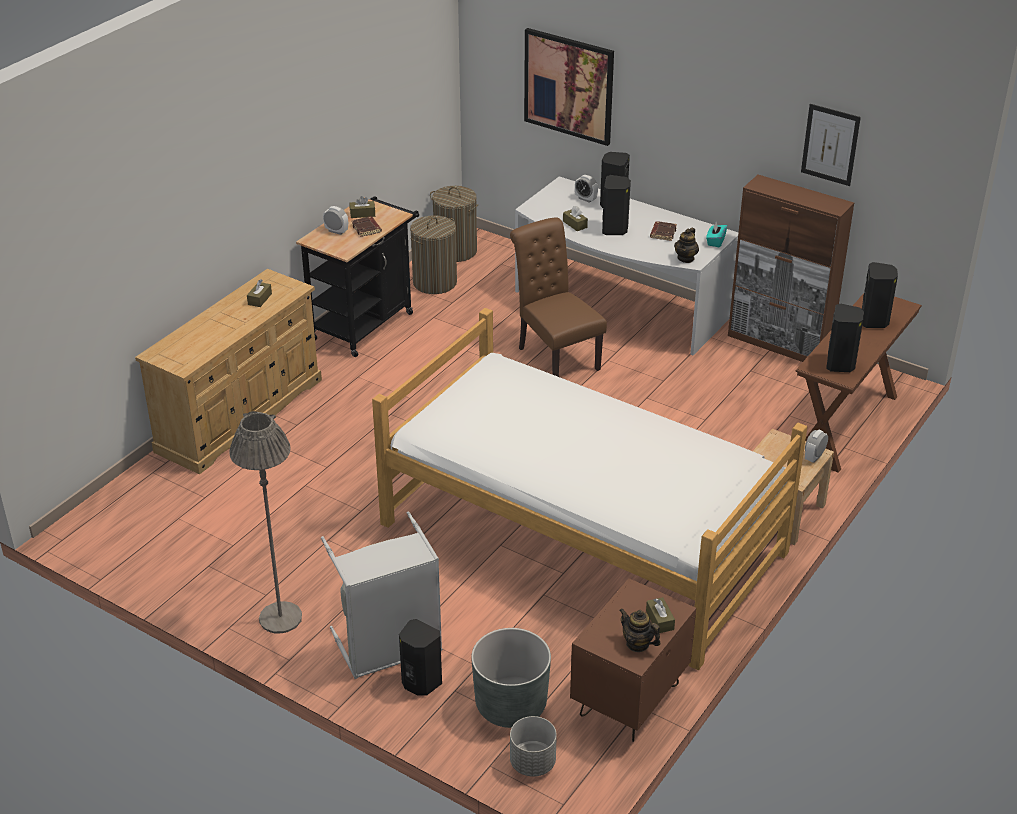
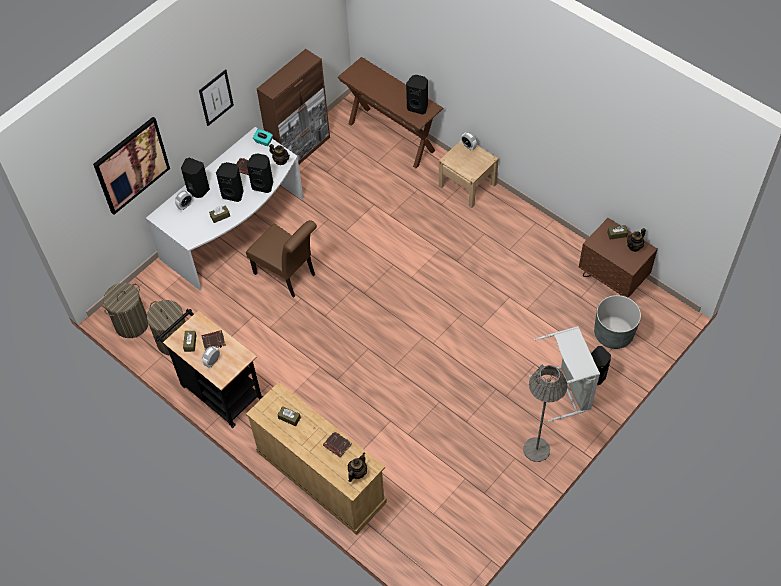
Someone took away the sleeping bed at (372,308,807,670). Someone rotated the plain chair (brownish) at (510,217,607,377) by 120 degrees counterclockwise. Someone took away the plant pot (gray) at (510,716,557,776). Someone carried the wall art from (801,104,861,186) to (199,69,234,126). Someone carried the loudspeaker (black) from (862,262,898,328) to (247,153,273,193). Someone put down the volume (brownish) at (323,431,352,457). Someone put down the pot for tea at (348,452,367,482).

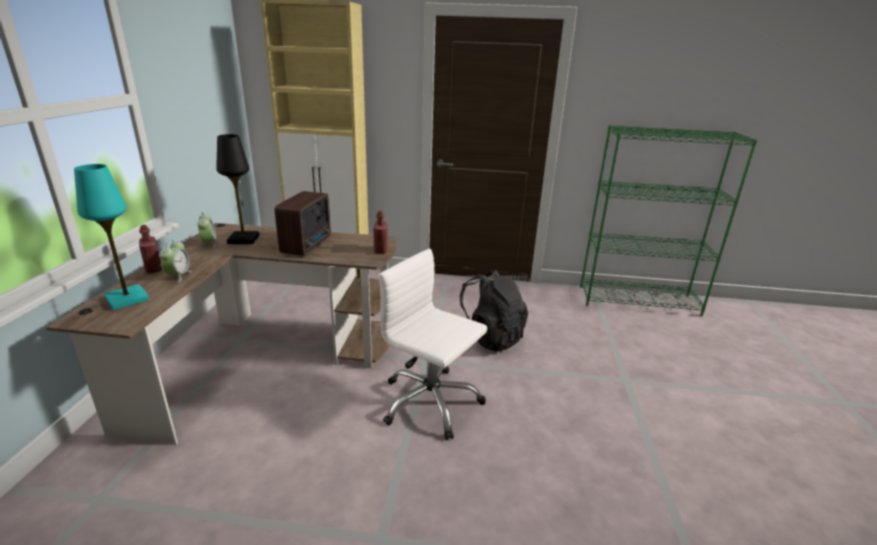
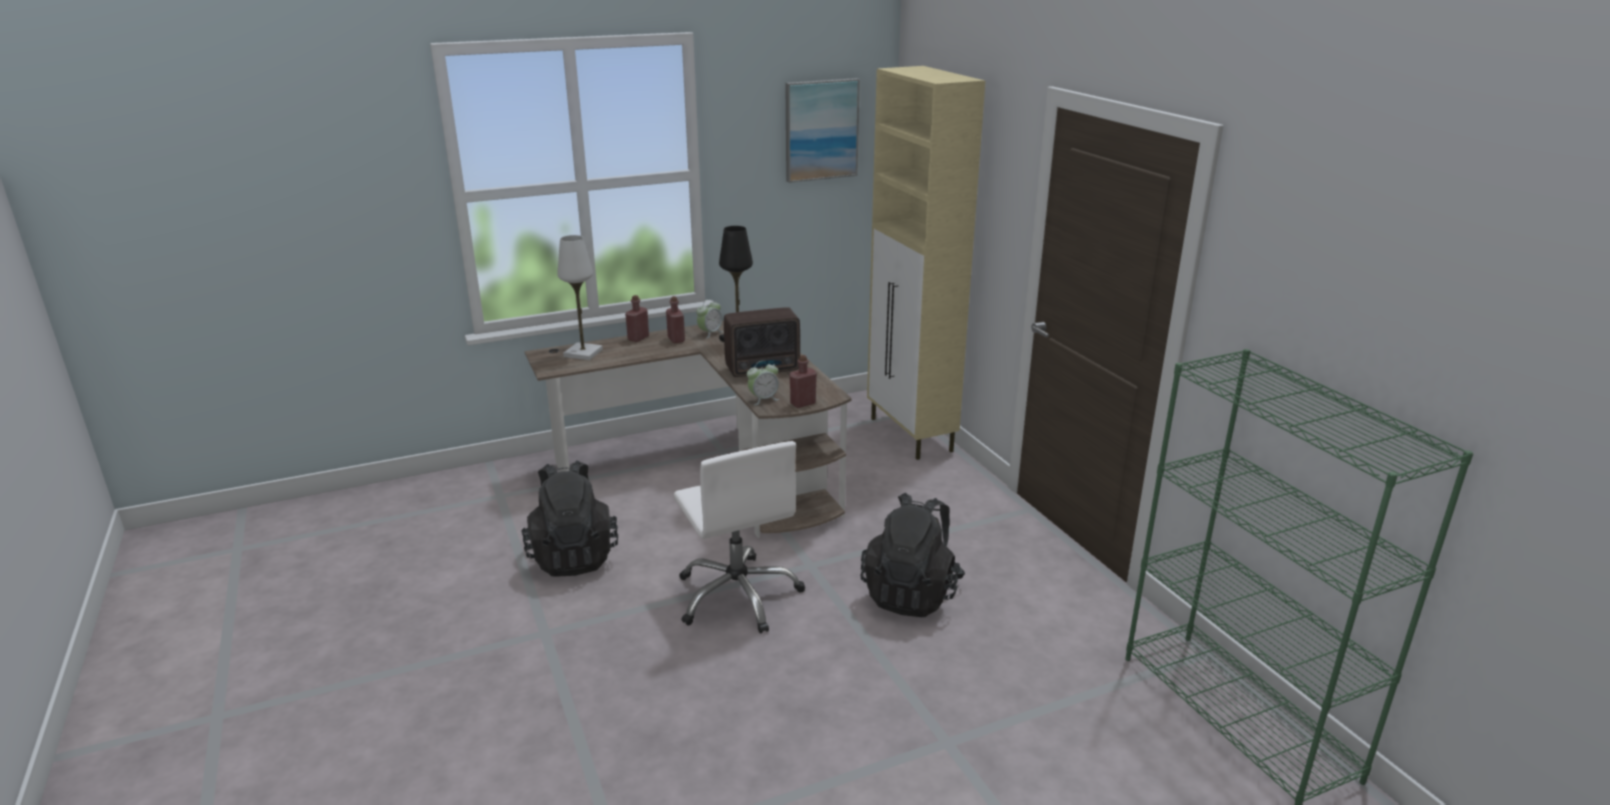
Someone repainted the lamp for a table (turquoise) at (74,164,149,310), which became the lamp for a table (whitish) at (557,235,603,360). Someone carried the table clock from (160,240,192,282) to (747,361,779,405). Someone rotated the office chair (whitish) at (379,249,487,440) by 150 degrees clockwise. Someone put down the rucksack (black) at (522,460,618,577). Someone put down the beverage bottle (reddish) at (666,296,685,343). Someone put up the wall art at (786,78,860,183).

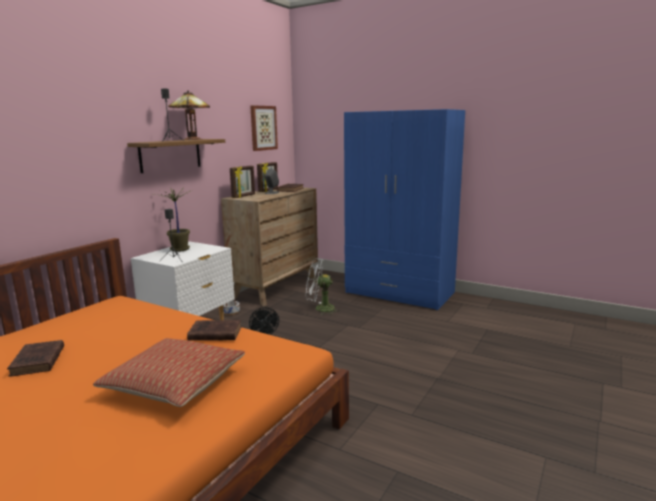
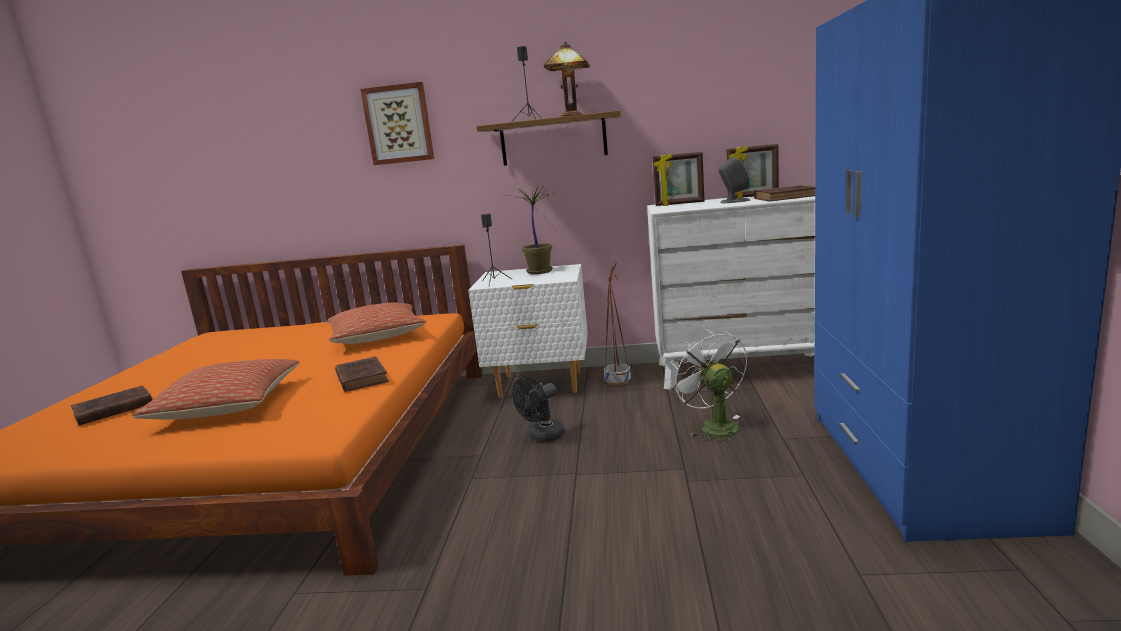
Someone carried the volume (brownish) from (7,340,64,377) to (71,386,152,425). Someone repainted the dresser (brownish) at (221,187,318,306), which became the dresser (whitish) at (647,196,815,390). Someone carried the wall art from (250,105,278,151) to (360,82,434,165). Someone put down the cushion at (327,302,426,344).

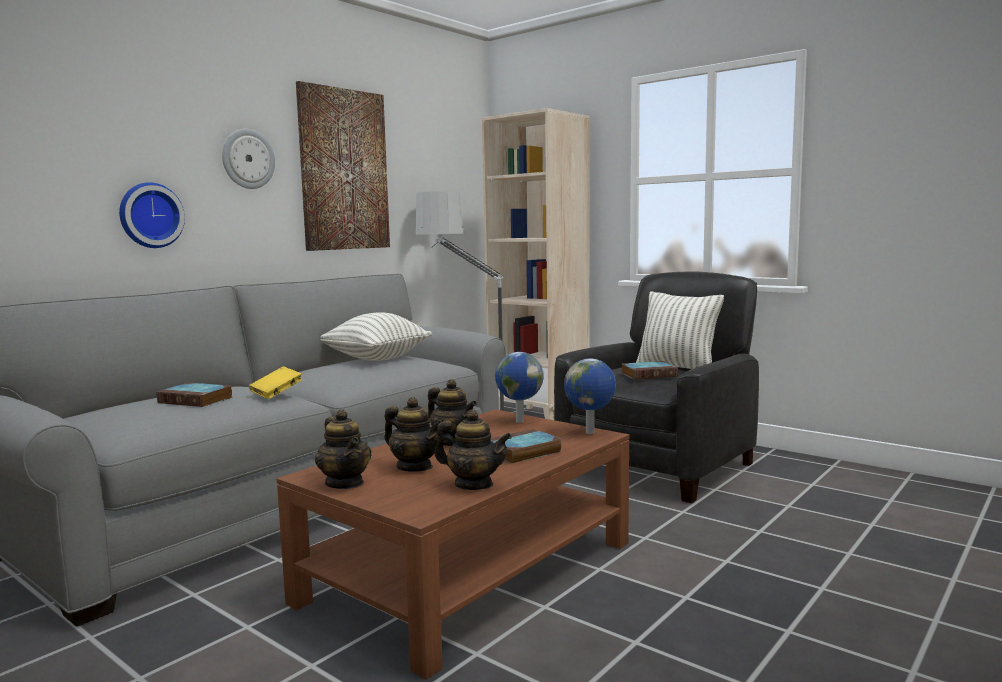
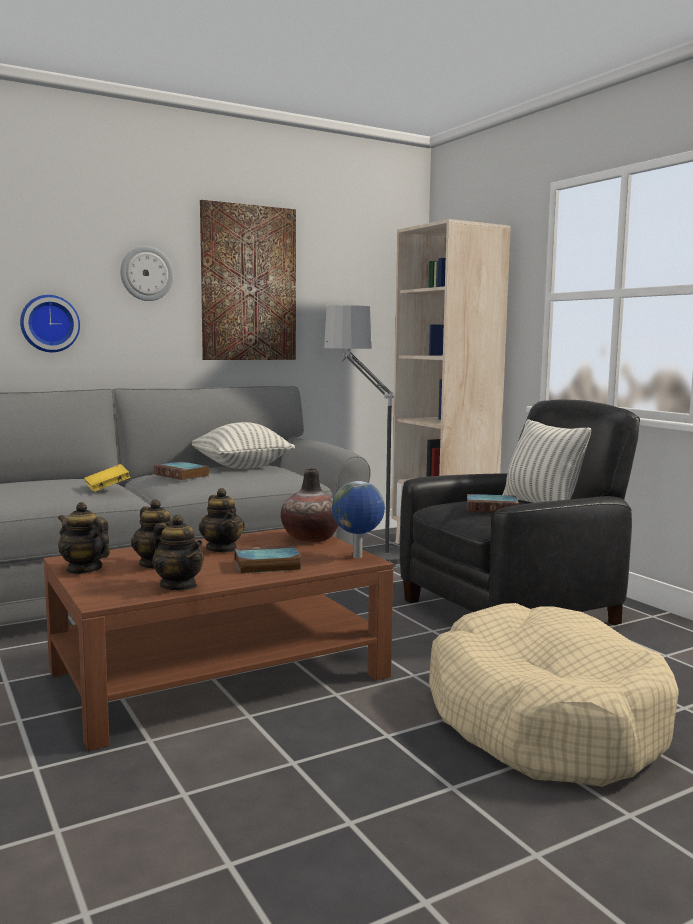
Someone carried the volume from (156,383,233,407) to (154,461,209,480). Someone rotated the pot for tea at (315,409,372,489) by 135 degrees clockwise. Someone swapped the desk globe at (495,352,544,423) for the decorative vase at (281,468,339,542). Someone put down the pet bed (beige-coloured) at (429,603,678,787).

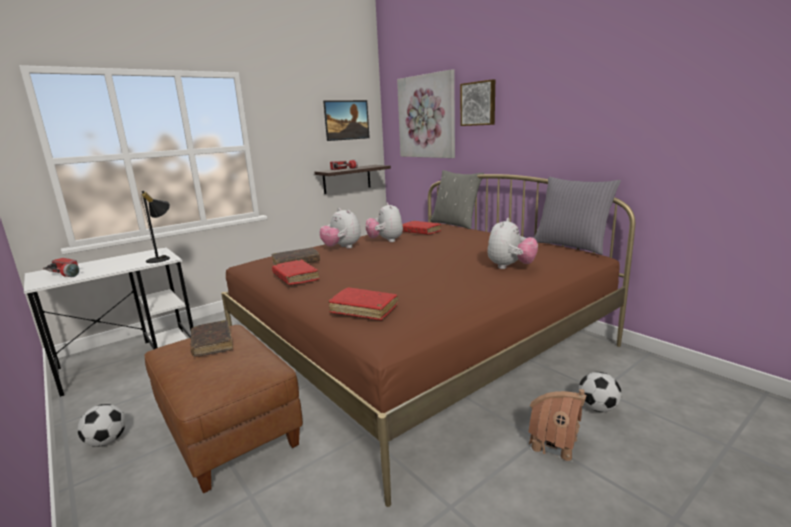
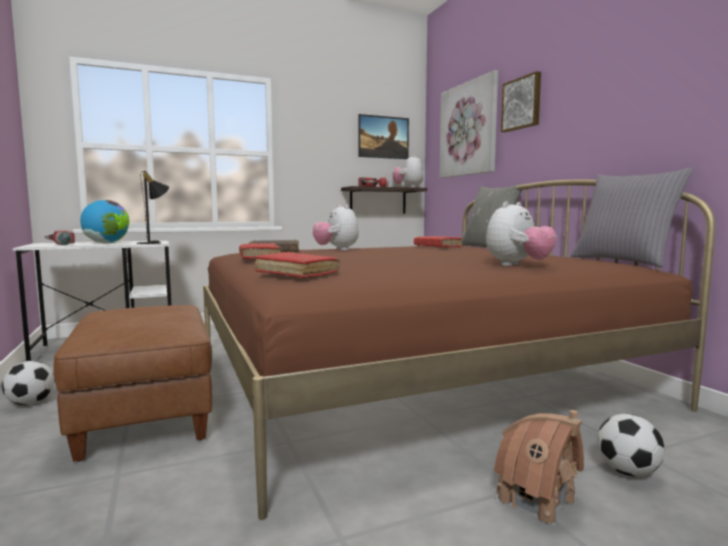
Someone took away the volume (brownish) at (190,320,233,357). Someone carried the plush toy from (366,202,403,242) to (393,155,424,188). Someone put down the desk globe at (80,200,130,244).

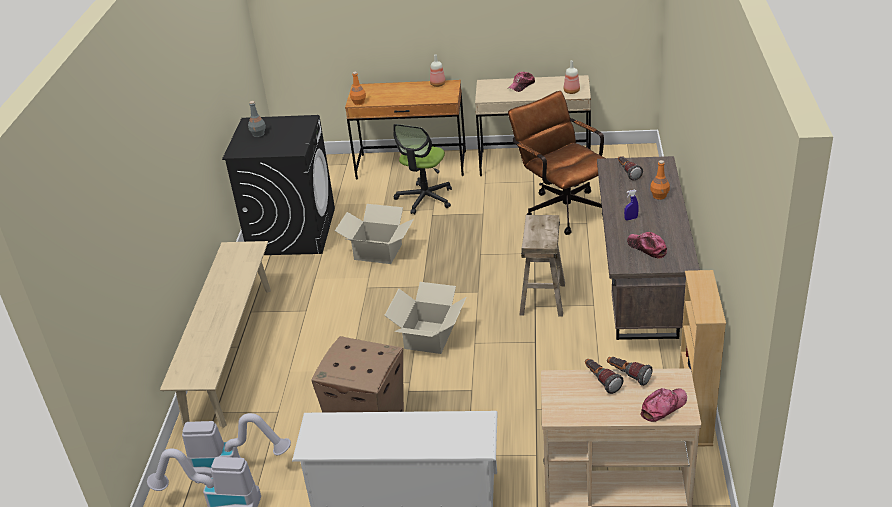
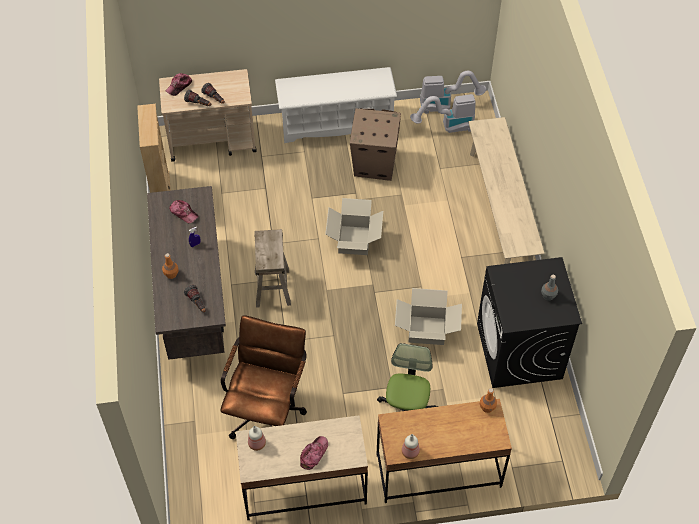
Someone rotated the office chair (brownish) at (508,91,604,235) by 120 degrees counterclockwise.

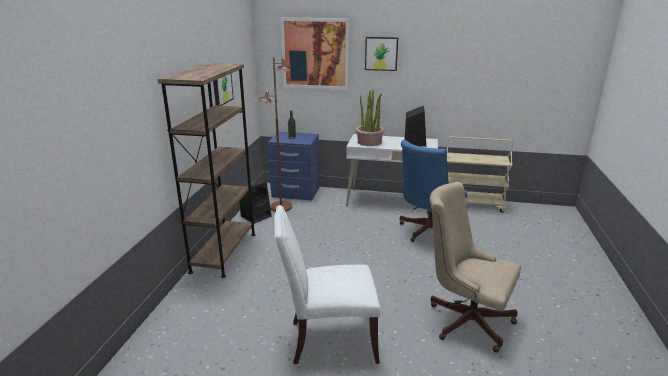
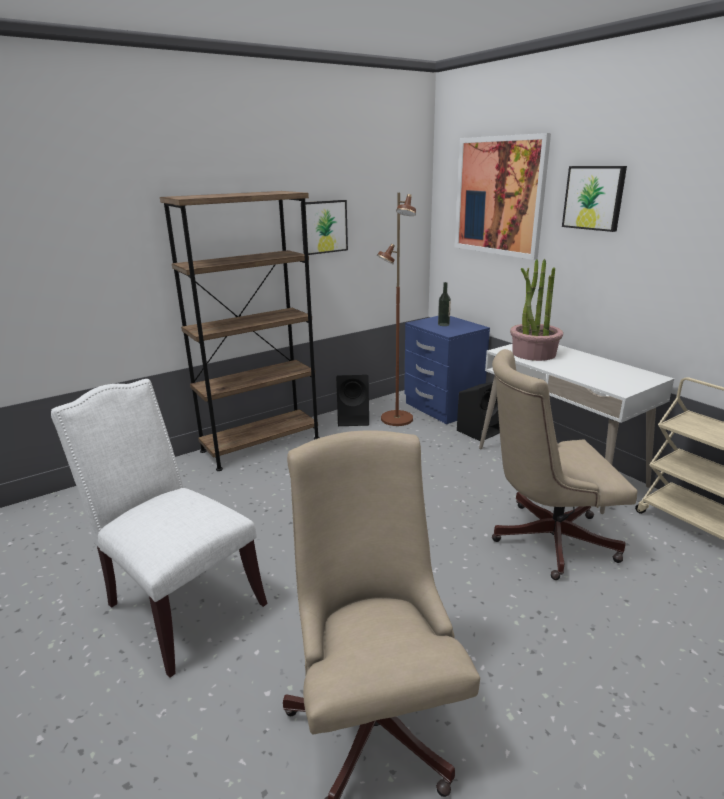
Someone repainted the office chair (blue-coloured) at (399,140,467,242), which became the office chair (beige-coloured) at (492,349,637,580). Someone carried the loudspeaker (black) from (404,105,426,147) to (457,382,500,441).

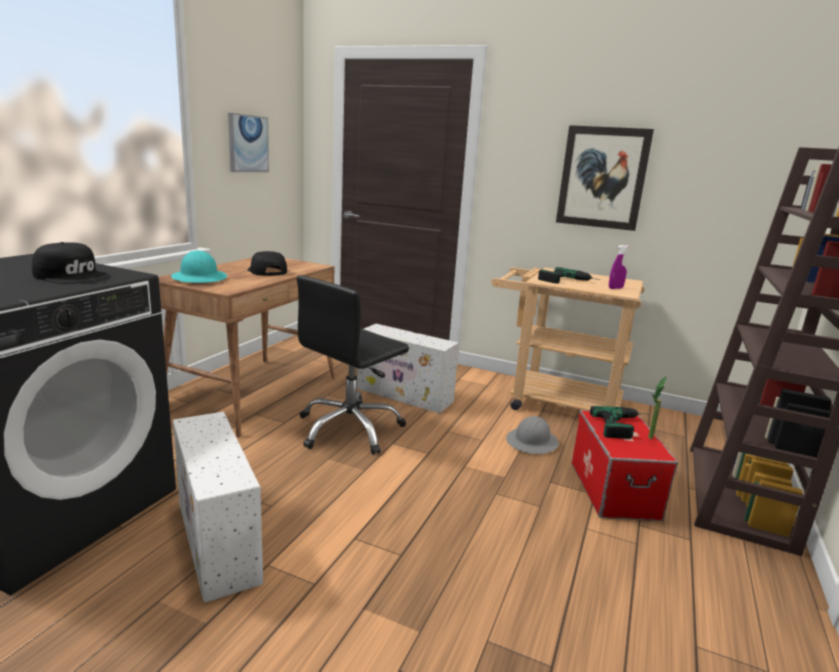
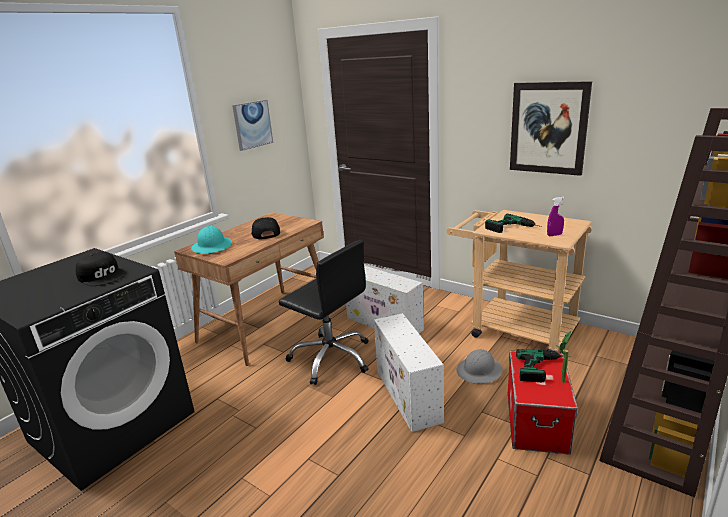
Someone carried the storage bin (whitish) from (173,412,263,603) to (374,313,444,432). Someone rotated the office chair (black) at (297,275,409,455) by 105 degrees counterclockwise.

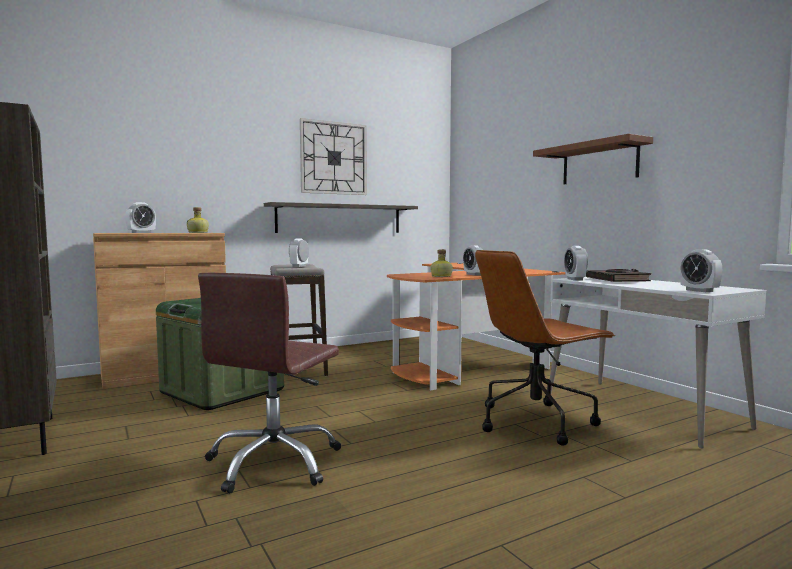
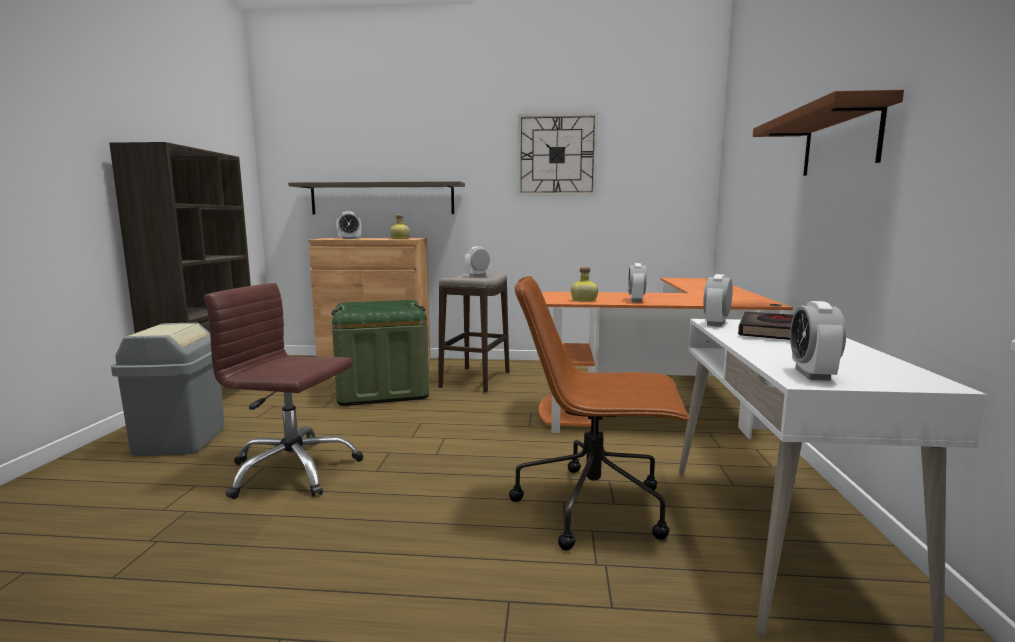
Someone rotated the office chair (brownish) at (198,273,341,493) by 45 degrees clockwise. Someone carried the shelf from (264,202,418,233) to (288,181,465,214). Someone put down the trash can (gray) at (111,323,225,456).

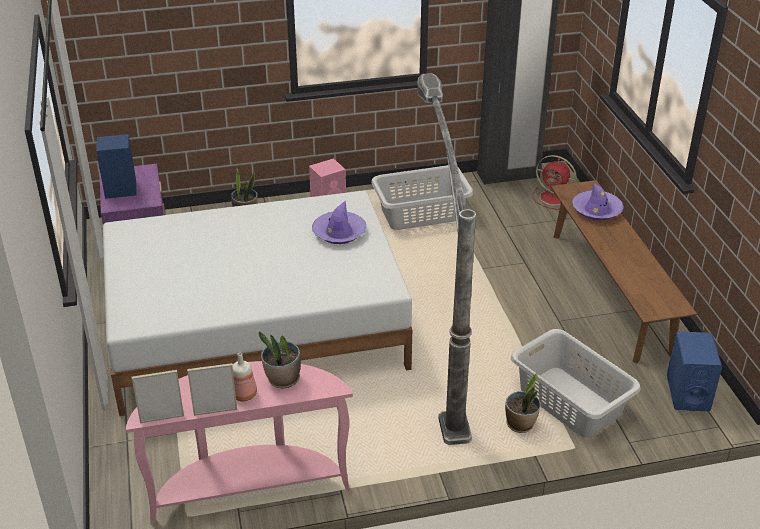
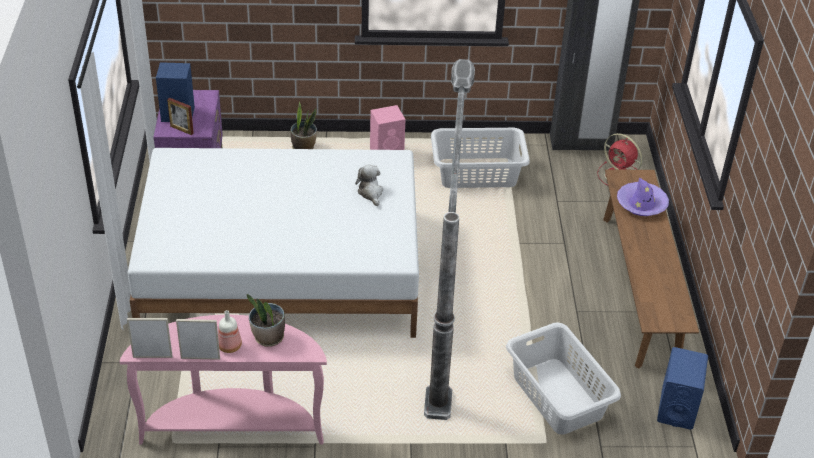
Someone swapped the hat (purplish) at (312,200,367,244) for the plush toy at (355,165,383,207). Someone took away the potted plant at (505,372,541,433). Someone put down the photo frame at (167,98,194,135).

